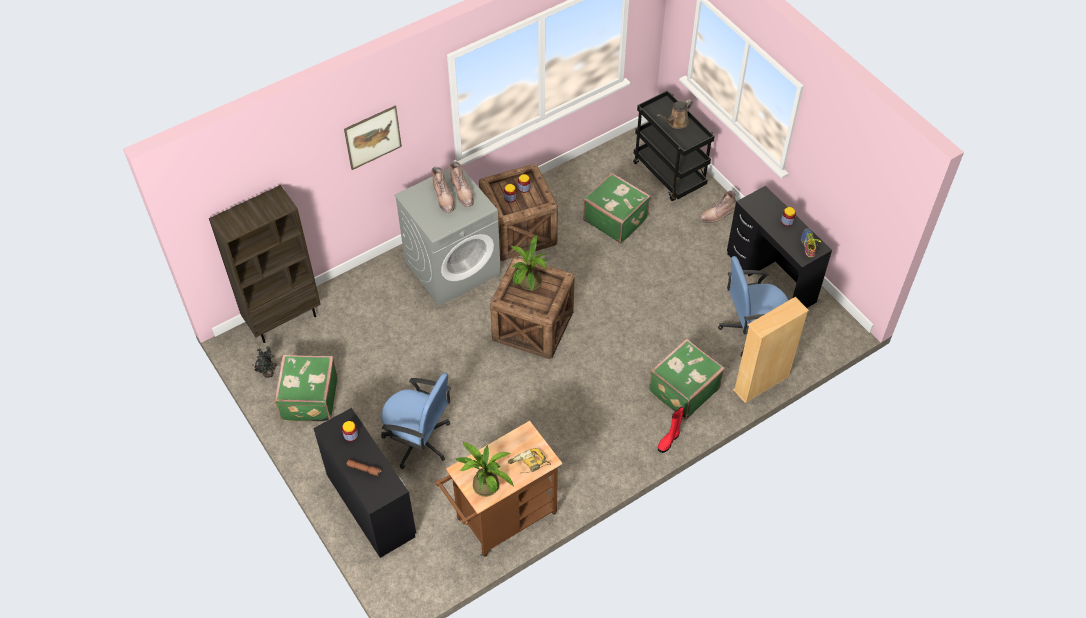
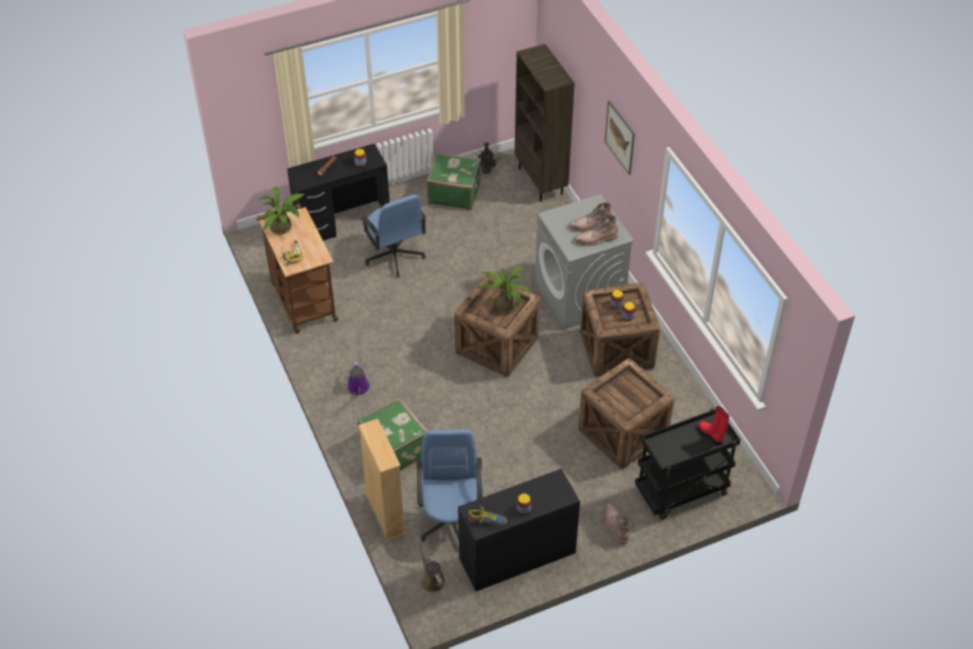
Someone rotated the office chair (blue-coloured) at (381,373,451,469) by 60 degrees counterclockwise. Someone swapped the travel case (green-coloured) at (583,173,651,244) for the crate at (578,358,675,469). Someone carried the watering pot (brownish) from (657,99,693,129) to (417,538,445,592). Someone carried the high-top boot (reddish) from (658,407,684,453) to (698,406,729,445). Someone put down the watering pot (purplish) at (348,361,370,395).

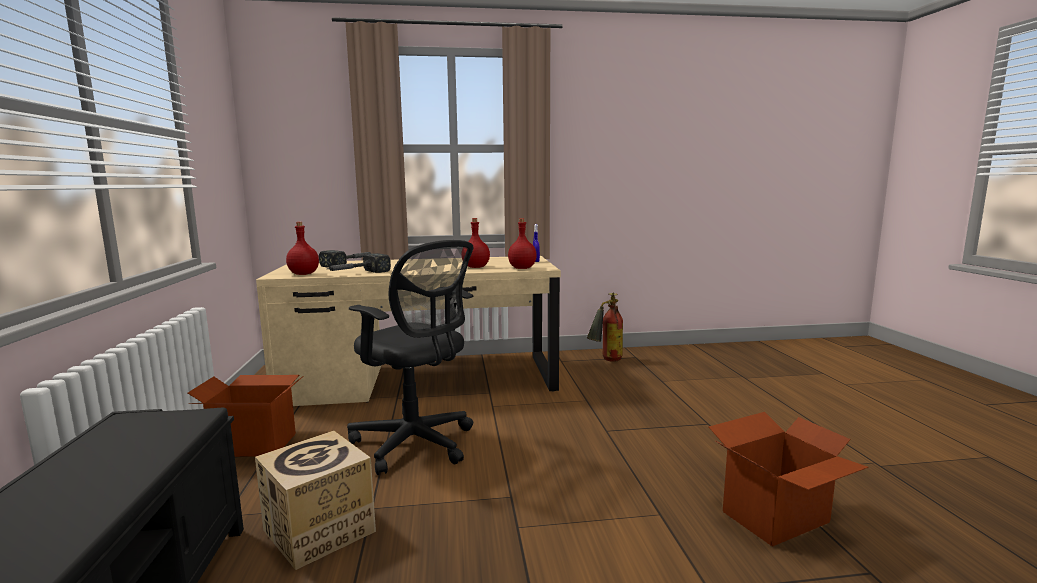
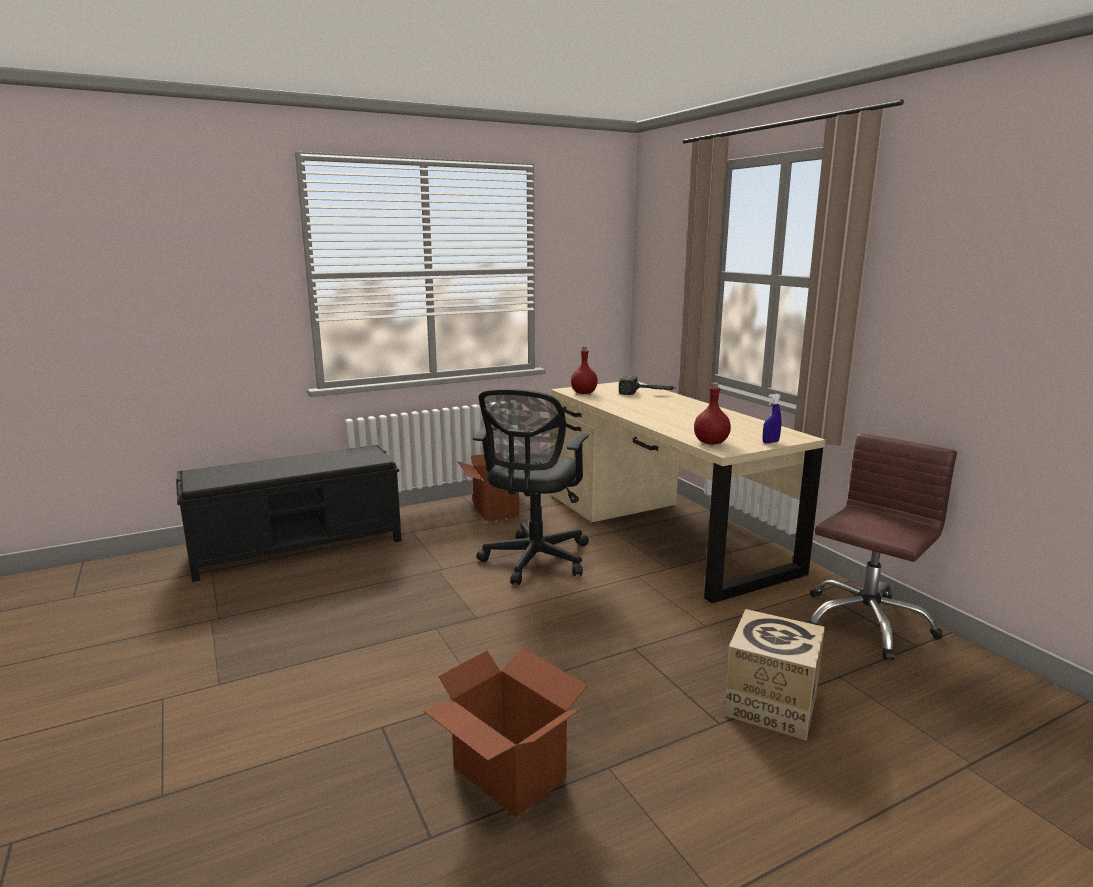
Someone carried the carton from (255,431,376,570) to (725,609,825,740). Someone took away the hand hammer at (327,253,391,273). Someone took away the beverage bottle (reddish) at (464,218,490,268). Someone swapped the fire extinguisher at (587,292,623,362) for the office chair (brownish) at (806,433,957,660).

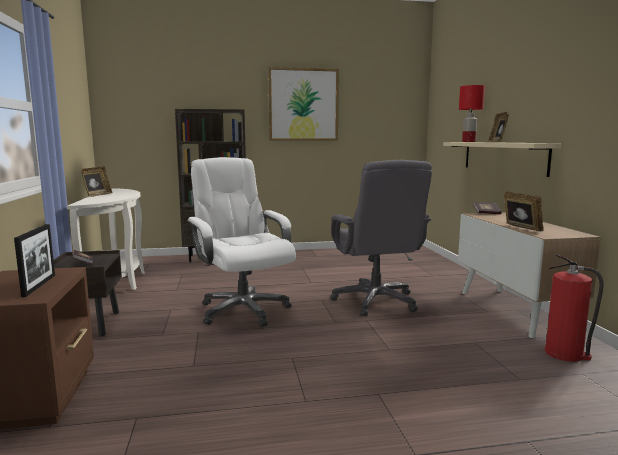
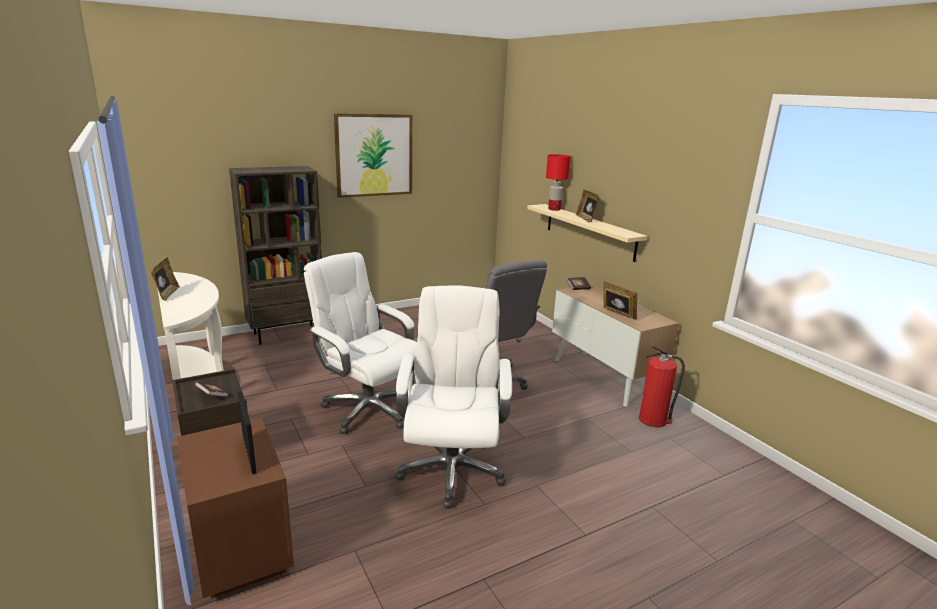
Someone put down the office chair (whitish) at (395,285,512,509).

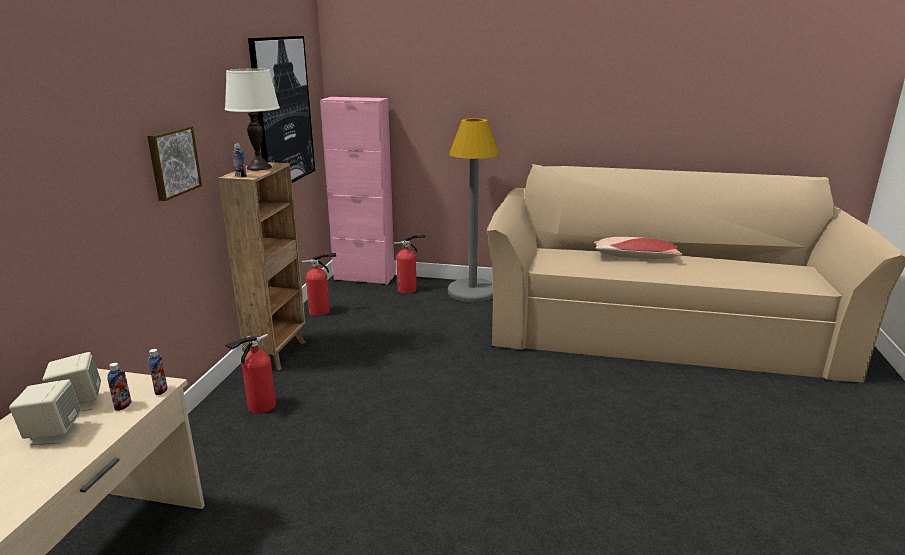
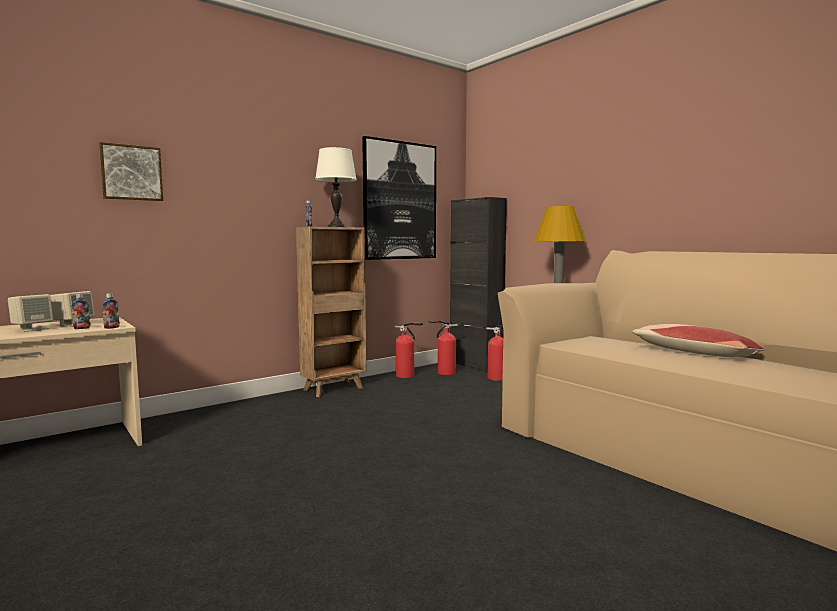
Someone carried the wall art from (147,126,202,201) to (99,142,163,201). Someone carried the fire extinguisher from (226,334,276,413) to (429,321,458,375). Someone repainted the cabinet (pink-coloured) at (320,97,395,285), which became the cabinet (black) at (450,197,507,372).

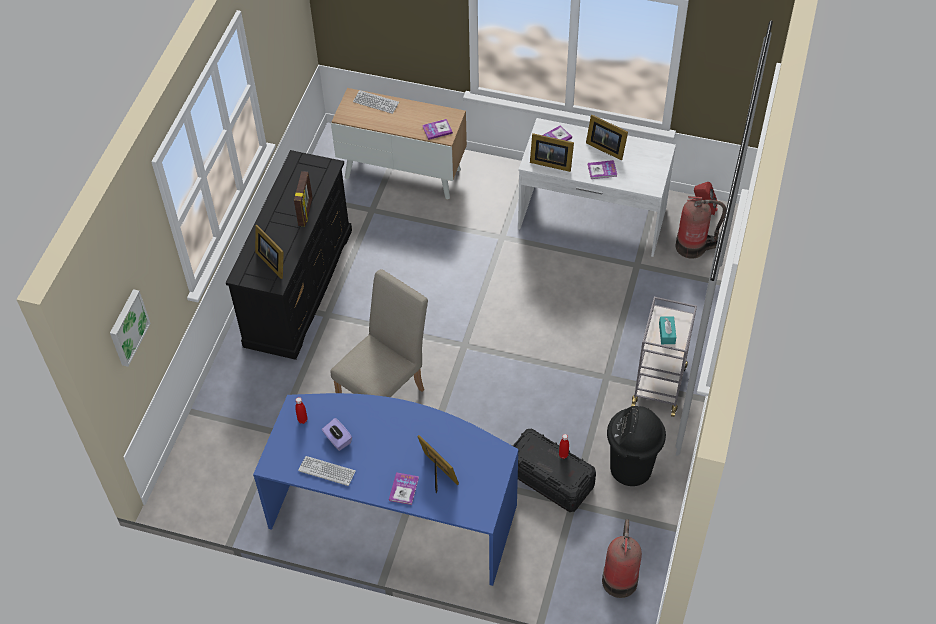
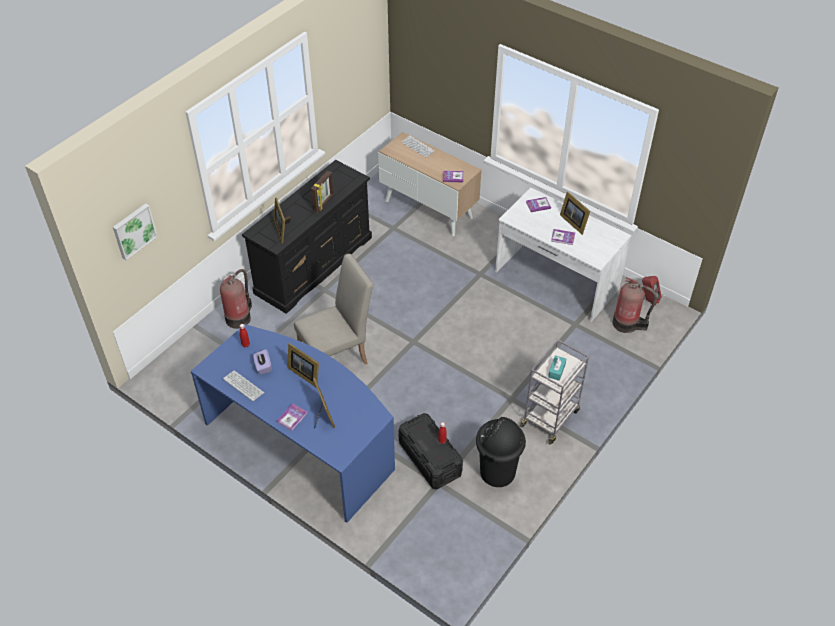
Someone carried the photo frame from (530,133,574,172) to (287,343,319,388). Someone carried the fire extinguisher from (602,519,642,598) to (220,269,252,329).

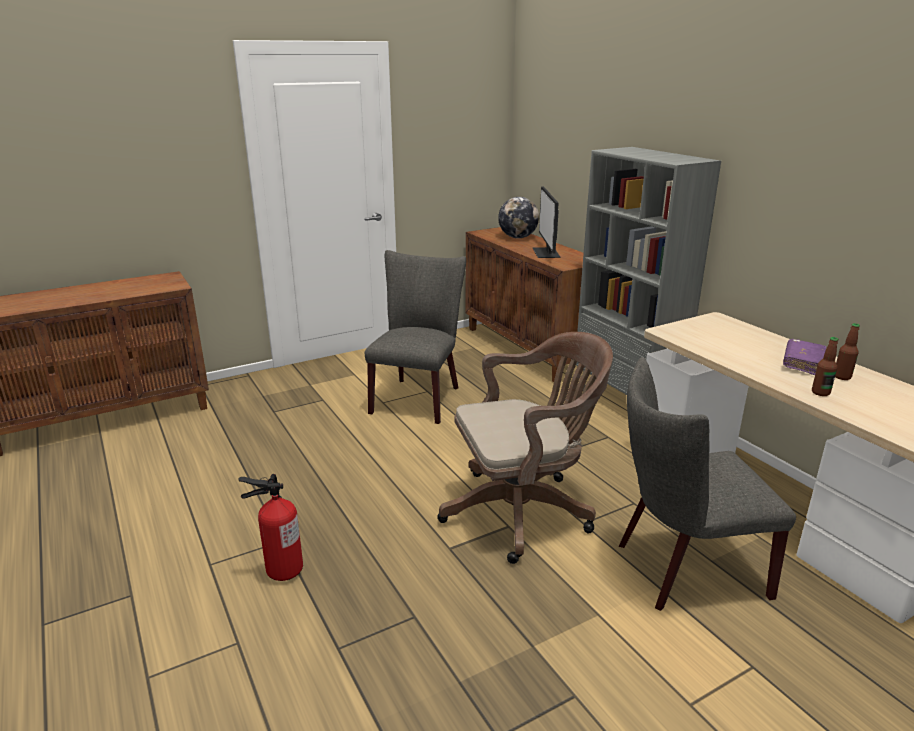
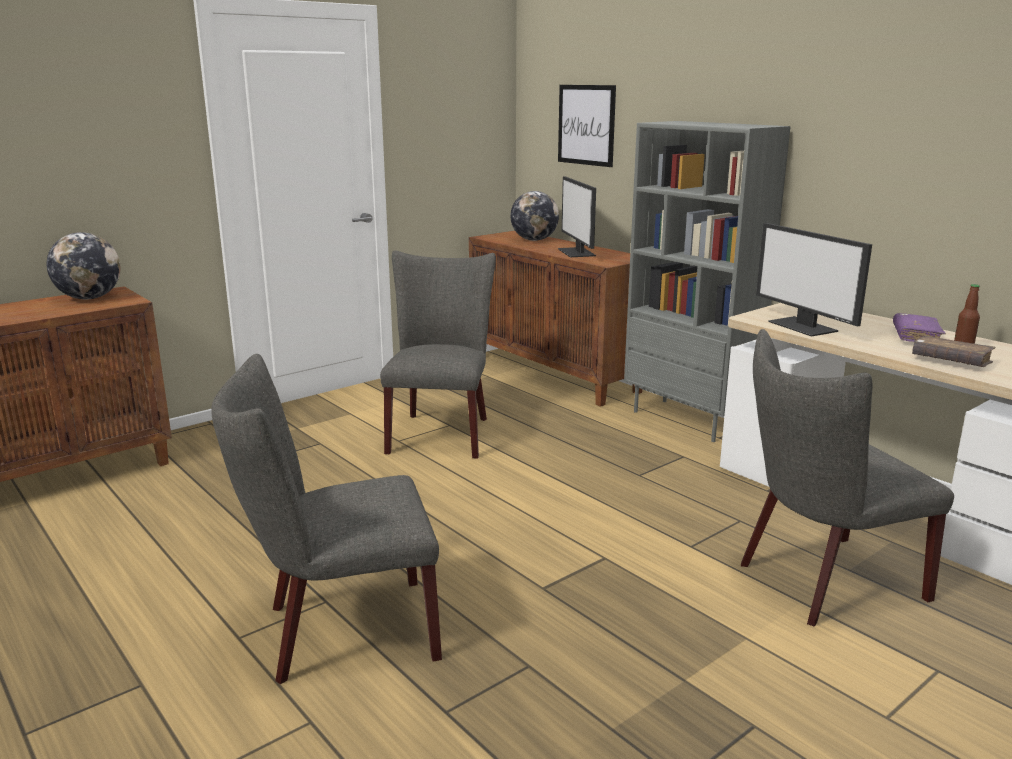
Someone swapped the fire extinguisher at (238,474,303,581) for the plain chair (gray) at (211,354,442,684). Someone took away the office chair (brownish) at (437,332,613,564). Someone swapped the beverage bottle at (812,337,839,396) for the volume (brownish) at (912,335,995,367). Someone put down the desk globe at (47,232,120,299). Someone put up the wall art at (558,85,616,167). Someone put down the monitor at (756,223,872,337).

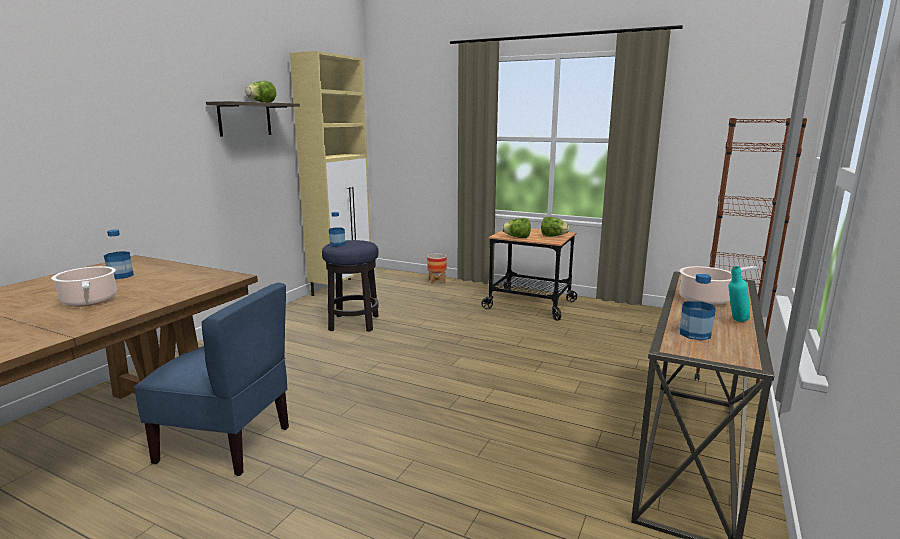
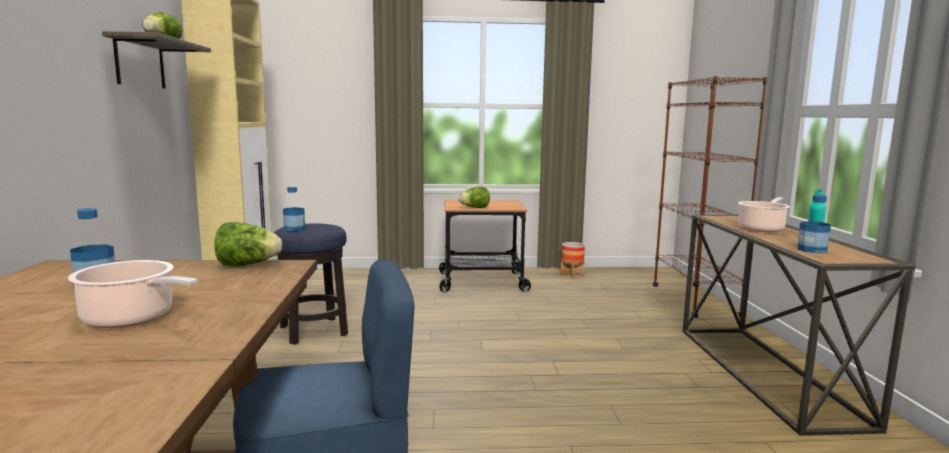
Someone carried the plant pot from (427,254,447,284) to (560,242,585,278). Someone carried the lettuce from (541,217,570,237) to (214,222,282,267).

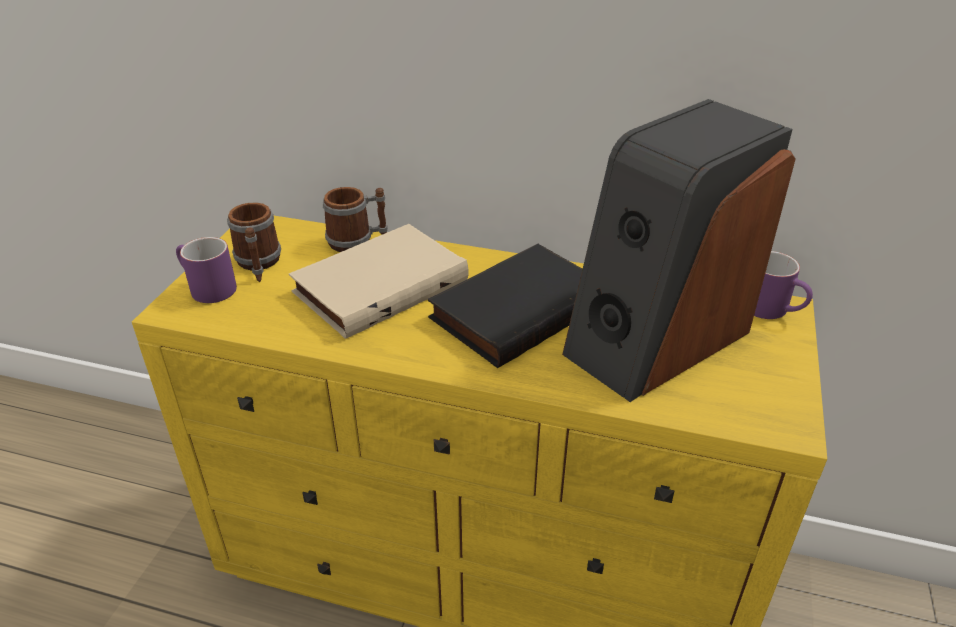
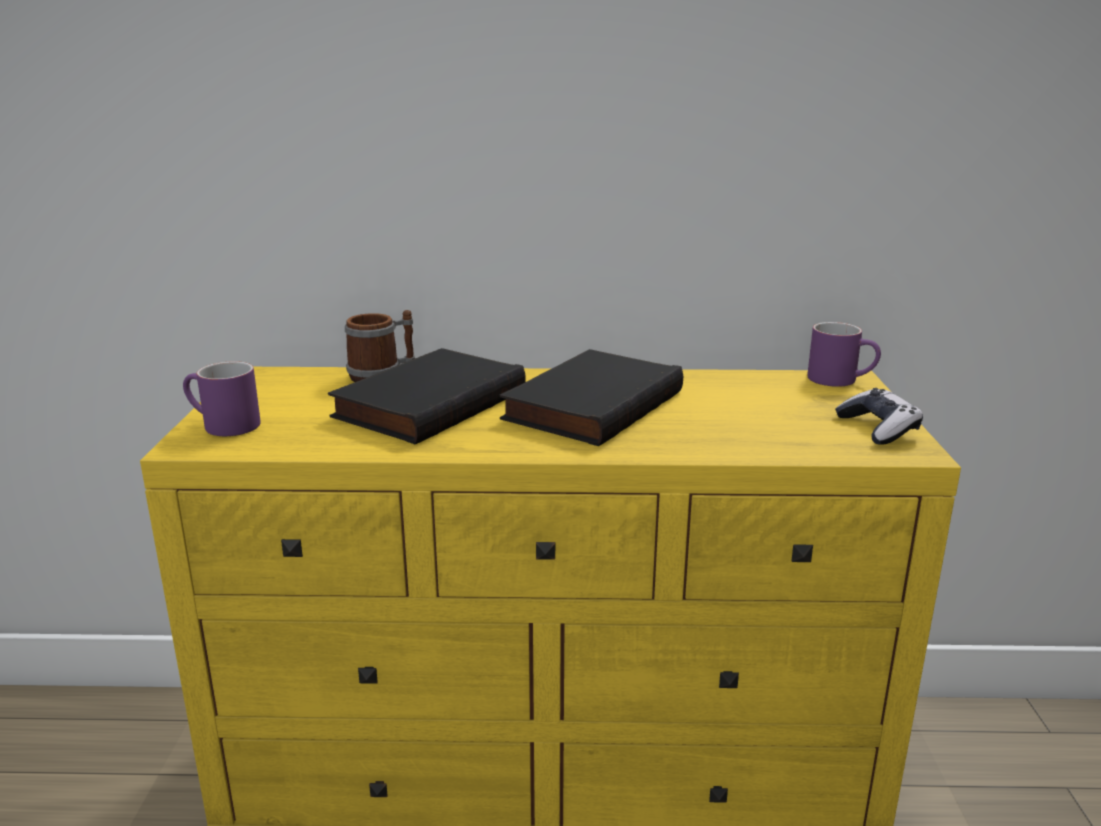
Someone took away the coffee mug at (227,203,281,282). Someone repainted the volume (beige-coloured) at (289,224,468,339), which became the volume (black) at (328,348,526,444). Someone took away the loudspeaker at (562,99,795,402). Someone put down the gamepad at (835,388,923,445).

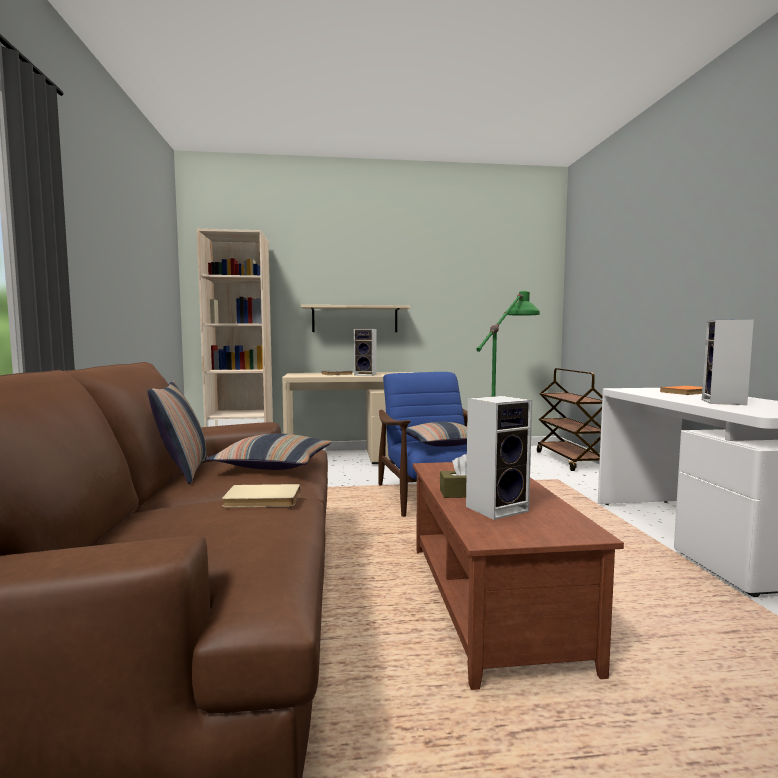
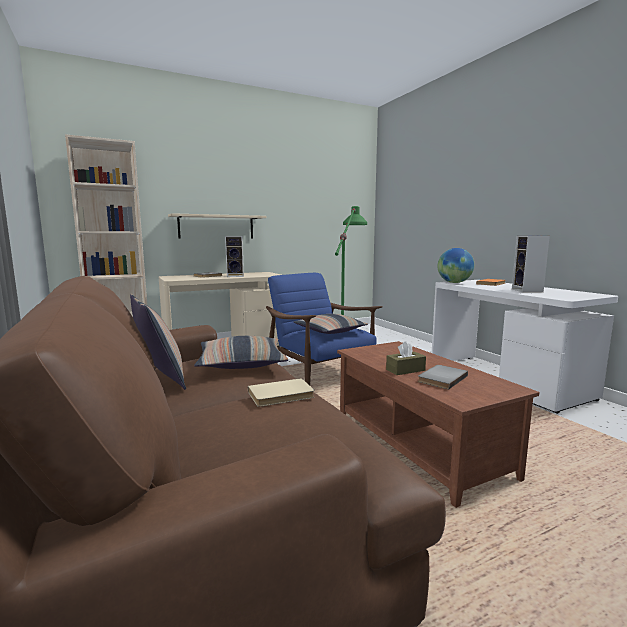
Someone swapped the loudspeaker at (466,396,532,520) for the volume (gray) at (418,365,468,390). Someone took away the wheeled cart (brownish) at (537,368,602,471). Someone put down the desk globe at (437,248,474,283).

